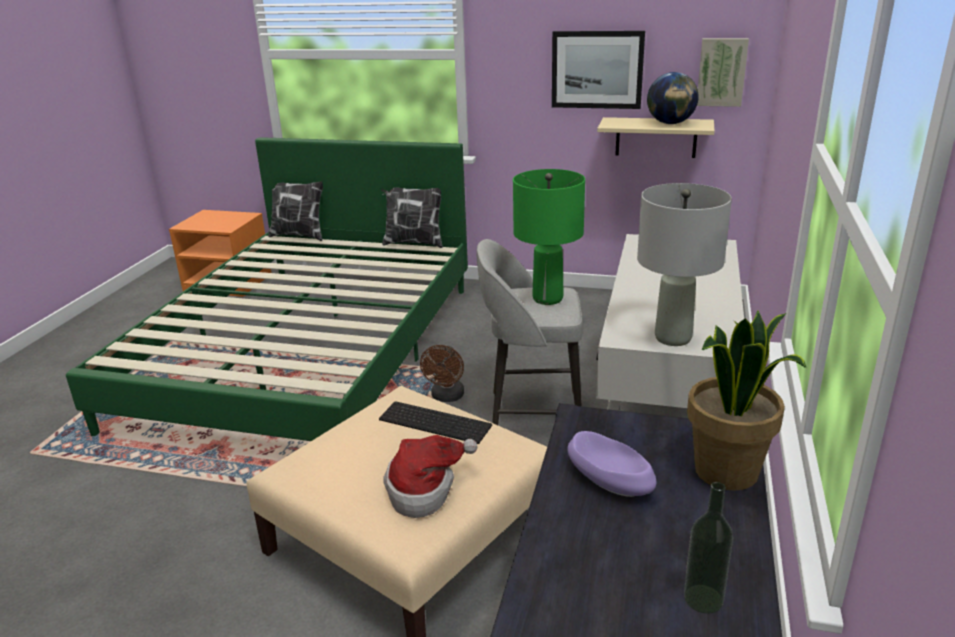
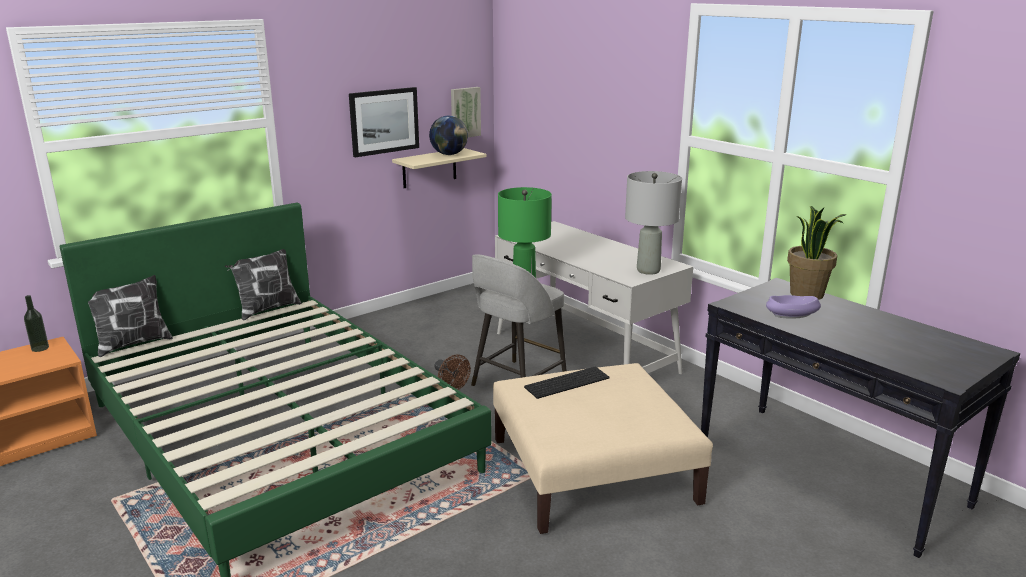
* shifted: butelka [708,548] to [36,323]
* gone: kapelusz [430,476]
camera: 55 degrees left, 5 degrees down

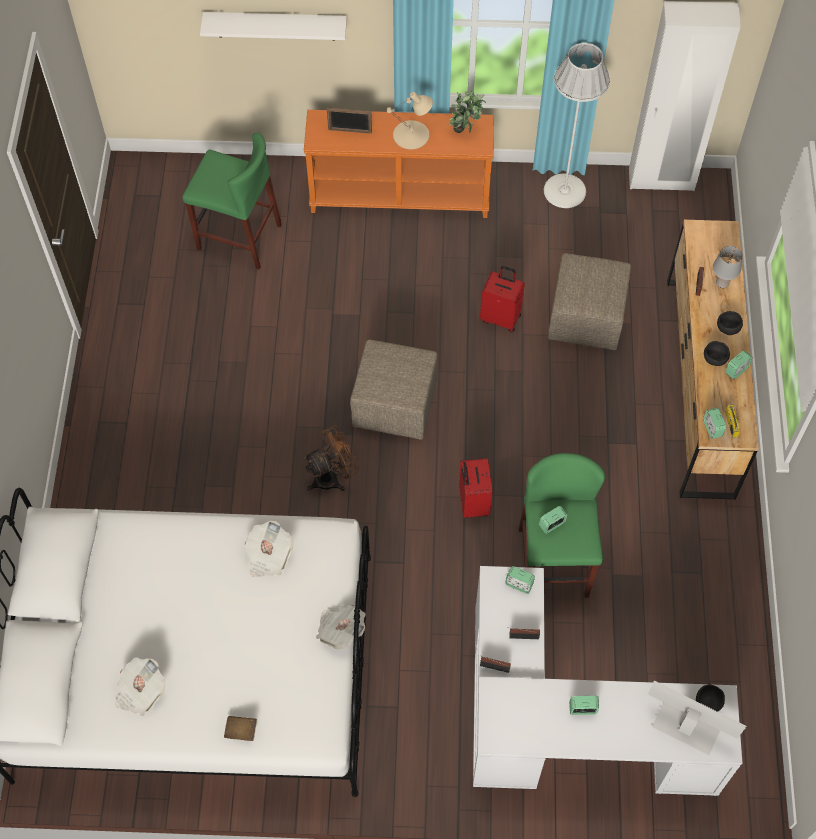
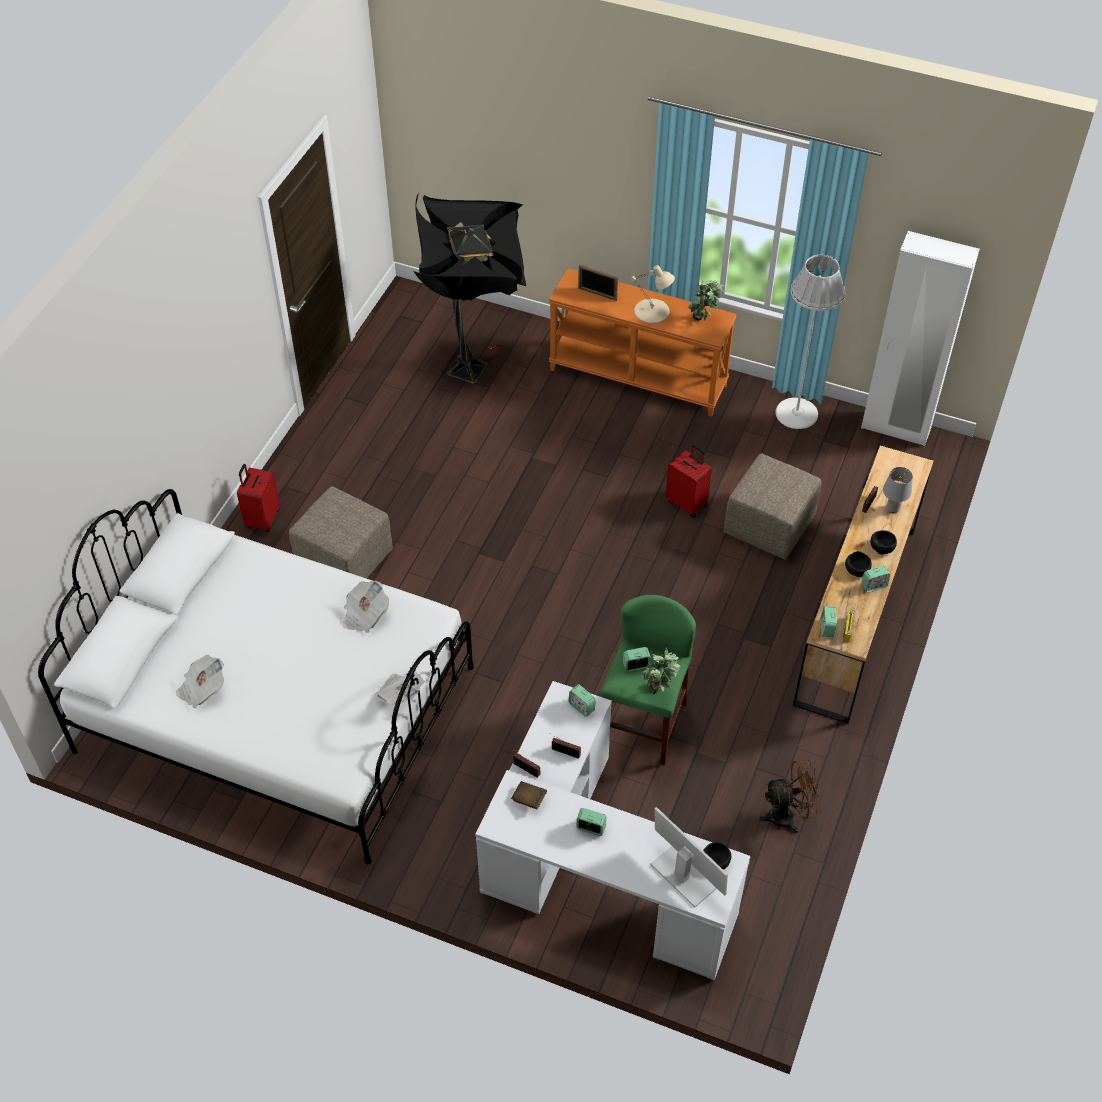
* shifted: walizka/czerwony [476,488] to [258,498]
* shifted: pufa/beżowy [394,389] to [341,532]
* swapped: stołek/zielony [232,201] to lampa stojąca/czarny [469,287]
* shifted: książka/brązowy [240,728] to [529,795]
* new: roślina doniczkowa [661,671]
* shifted: wentylator/brązowy [331,458] to [790,796]
* gone: półka/biały [273,26]
camera: 20 degrees right, 10 degrees down

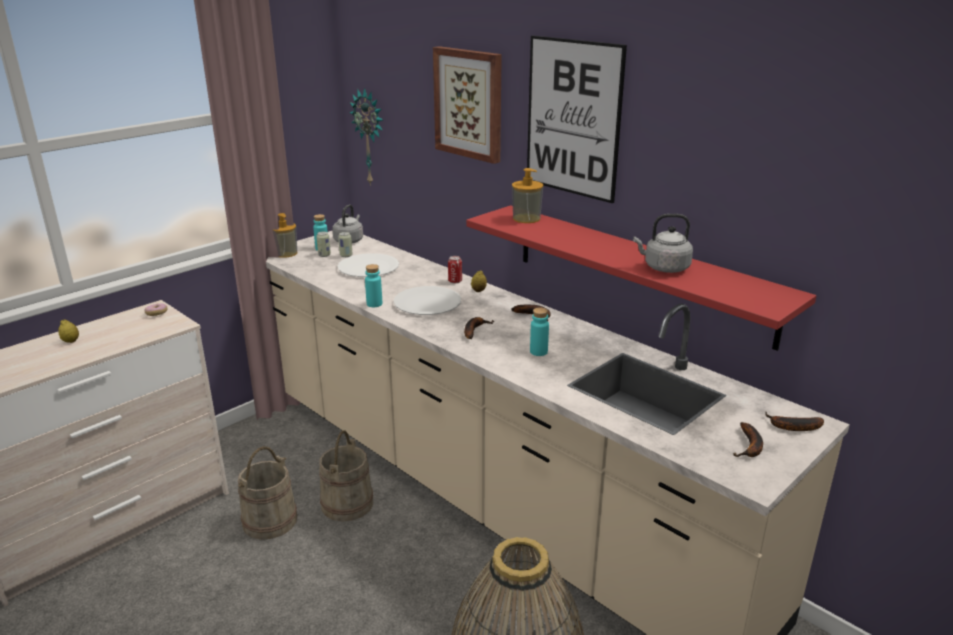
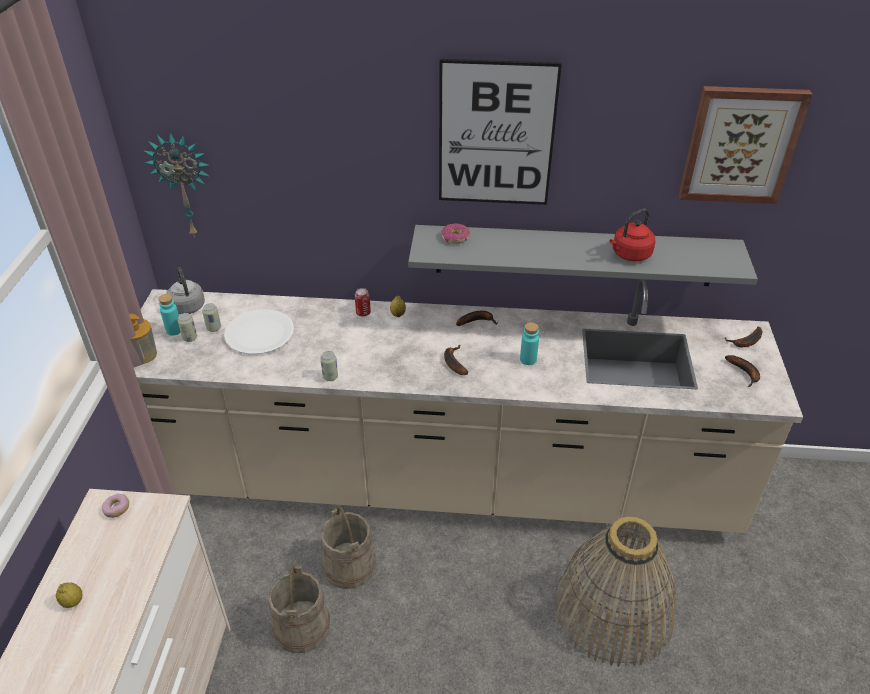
* swapped: butelka/turkusowy [373,285] to puszka [329,366]
* repainted: półka/czerwony [641,278] to półka/szary [583,255]
* swapped: dozownik mydła [527,195] to donut [455,233]
* repainted: czajnik/szary [663,243] to czajnik/czerwony [632,235]
* shifted: obraz [467,105] to [746,145]
* gone: talerz/biały [427,300]
camera: 40 degrees left, 15 degrees up

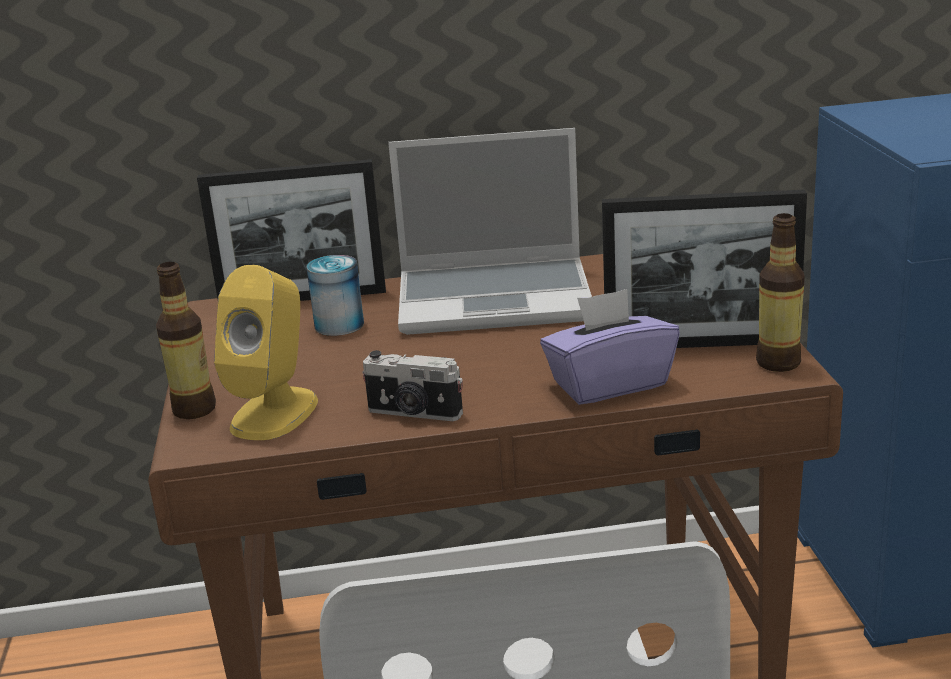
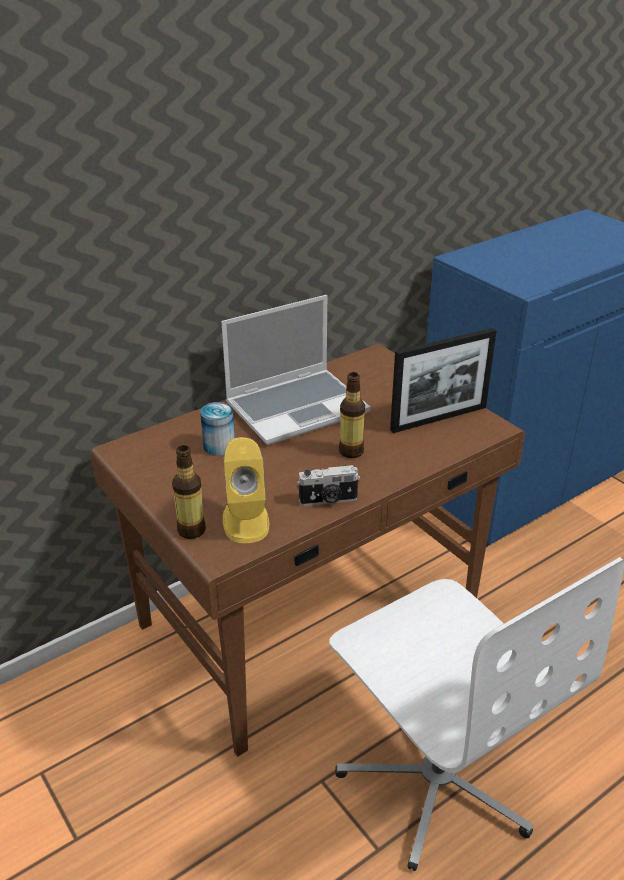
* shifted: butelka [780,292] to [352,415]
* gone: ramka na zdjęcie [291,230]
* gone: pudełko chusteczek/fioletowy [610,347]
camera: 30 degrees left, 10 degrees up

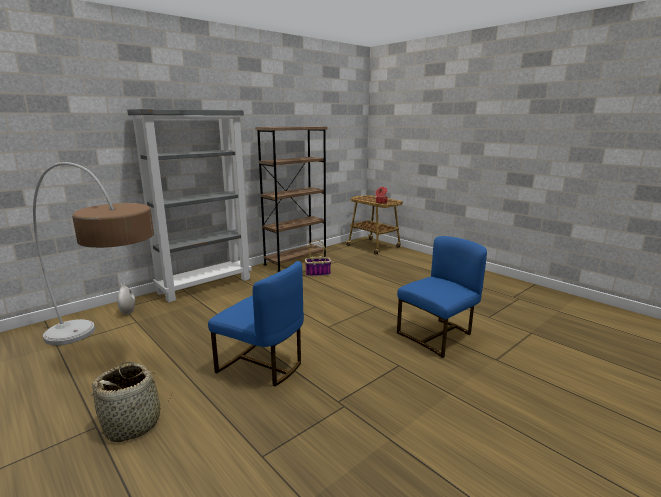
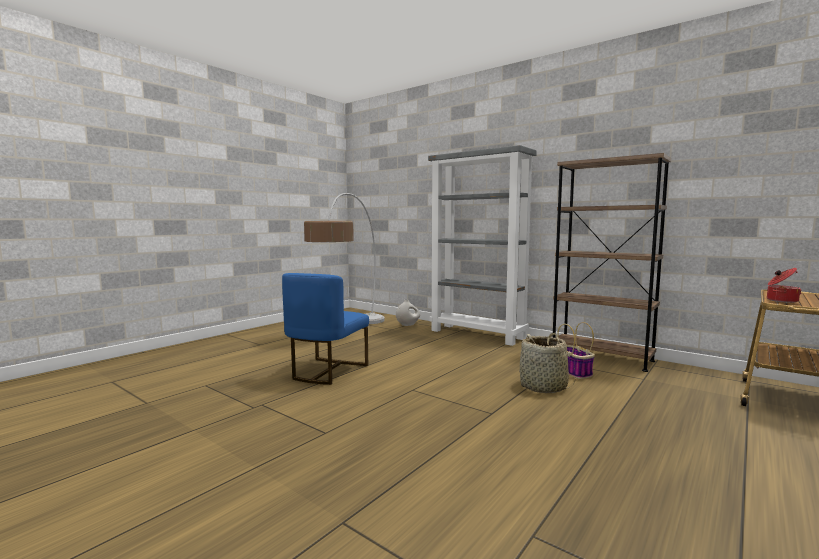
* shifted: koszyk [130,401] to [547,363]
* gone: krzesło/niebieski [442,297]
camera: 80 degrees right, 10 degrees down

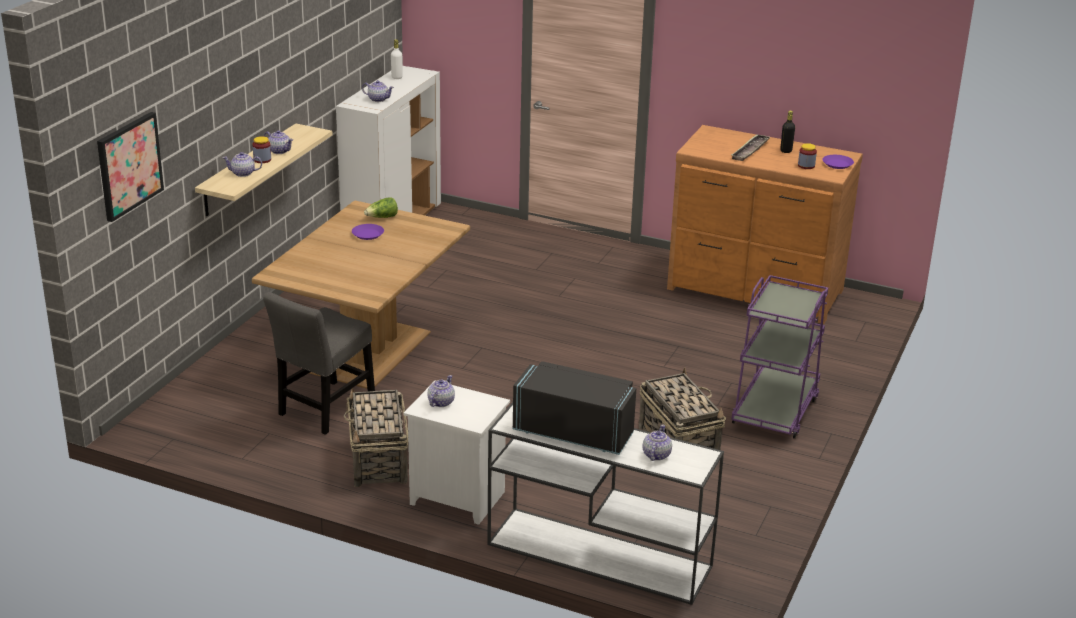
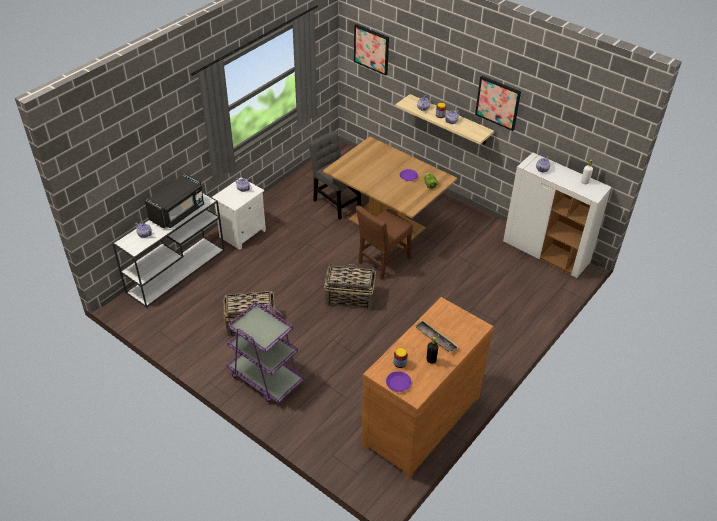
* shifted: koszyk [376,437] to [350,286]
* new: krzesło/brązowy [384,243]
* new: obraz [498,103]
camera: 105 degrees right, 15 degrees up

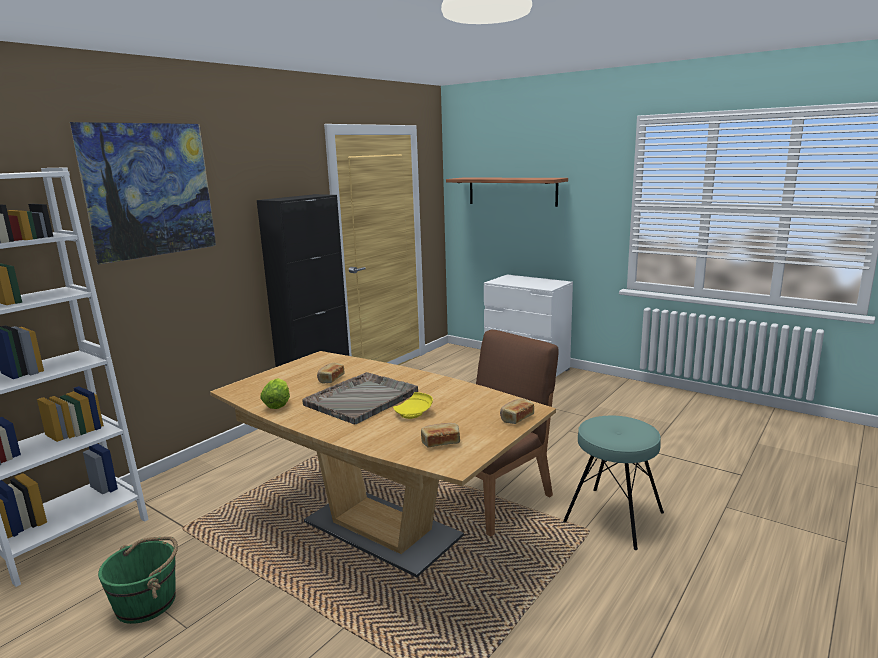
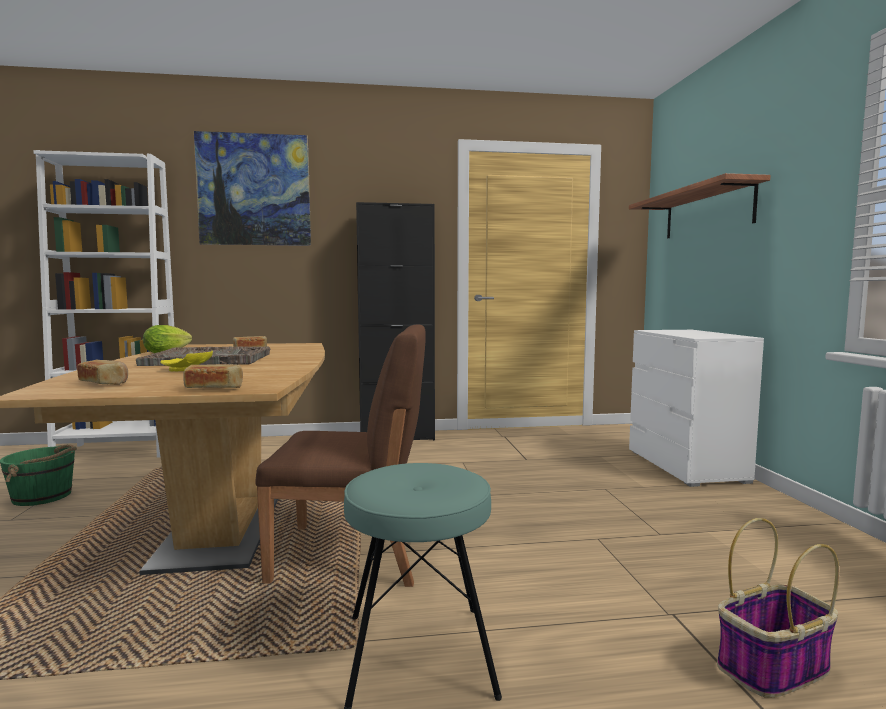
* new: koszyk [778,608]
camera: 45 degrees right, 10 degrees down

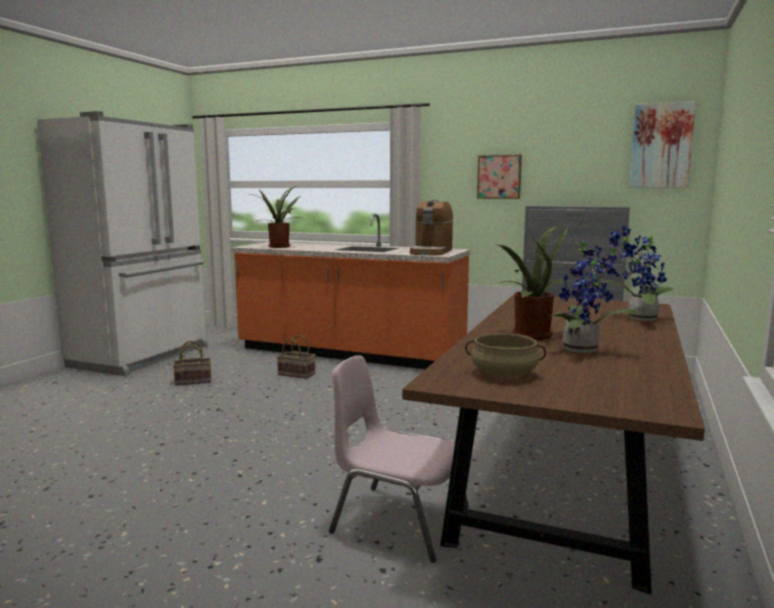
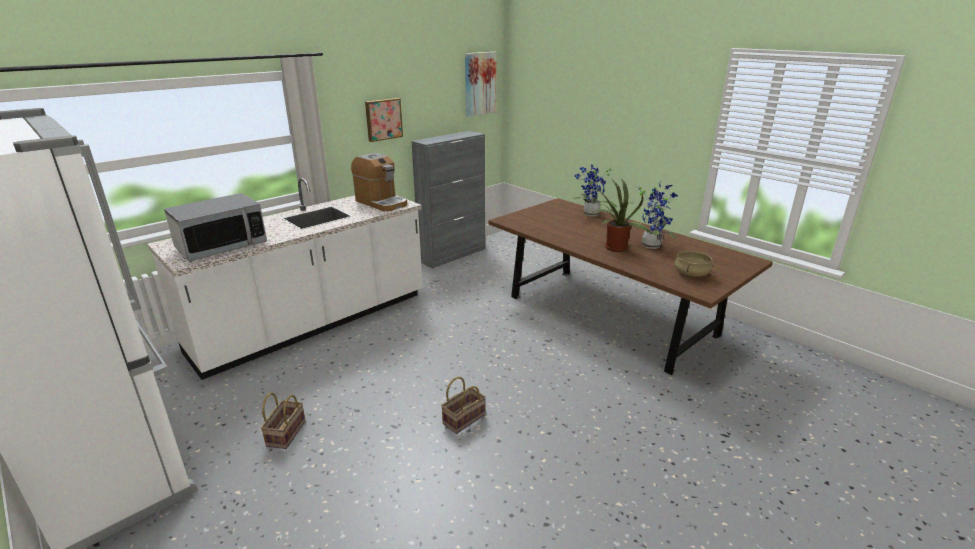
* repainted: zabudowa kuchenna/pomarańczowy [350,291] to zabudowa kuchenna/biały [285,279]
* swapped: roślina doniczkowa [277,217] to mikrofalówka [215,227]
* shifted: koszyk [296,357] to [463,405]
* gone: krzesło/różowy [399,459]
camera: 65 degrees left, 15 degrees up

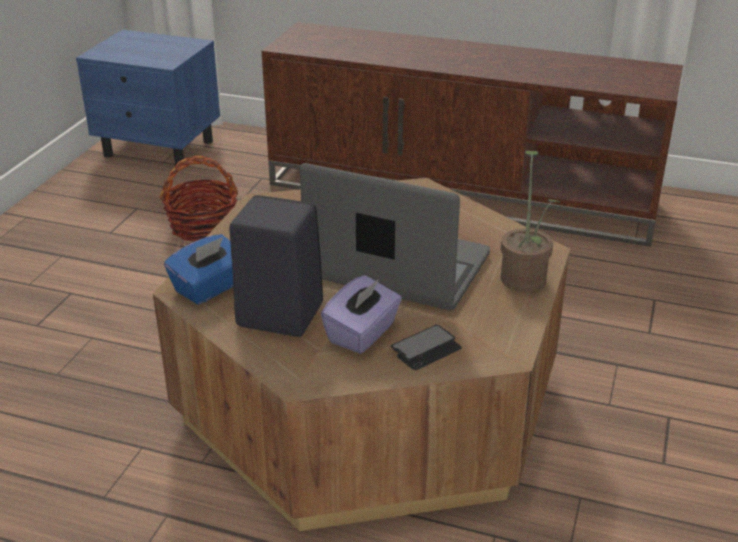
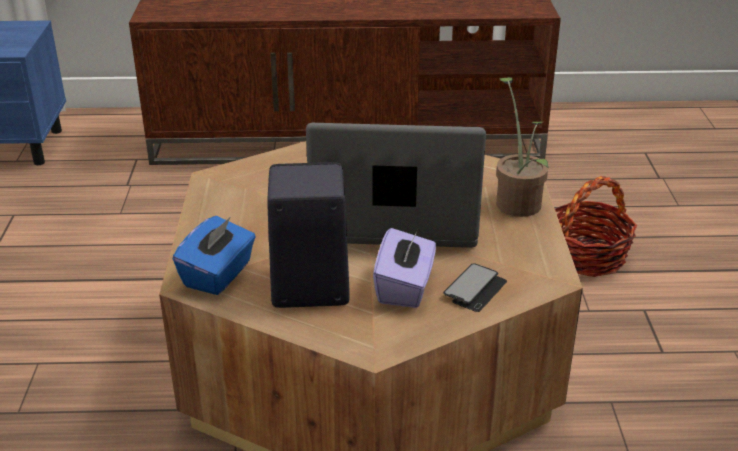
* shifted: koszyk [198,199] to [596,226]
camera: 20 degrees left, 0 degrees up

